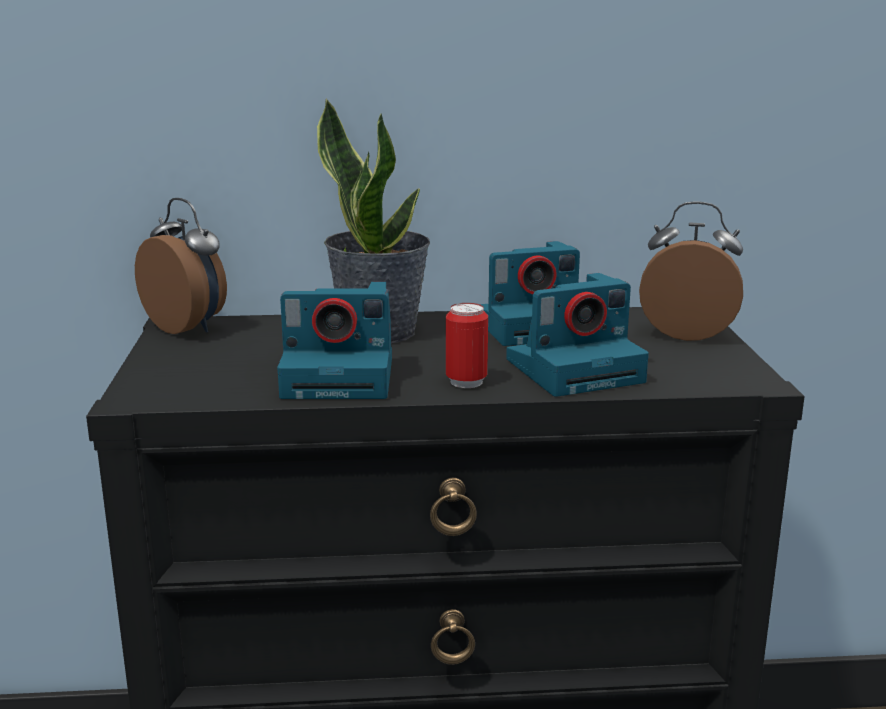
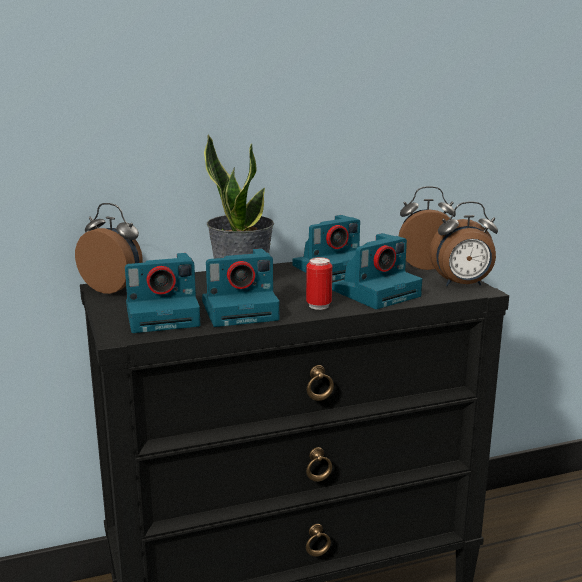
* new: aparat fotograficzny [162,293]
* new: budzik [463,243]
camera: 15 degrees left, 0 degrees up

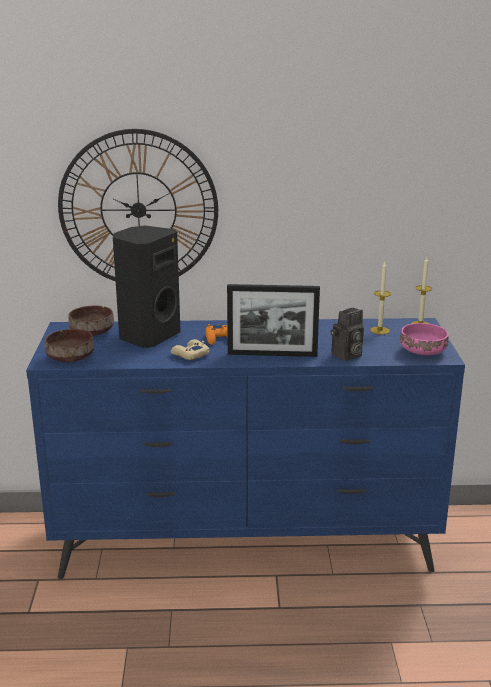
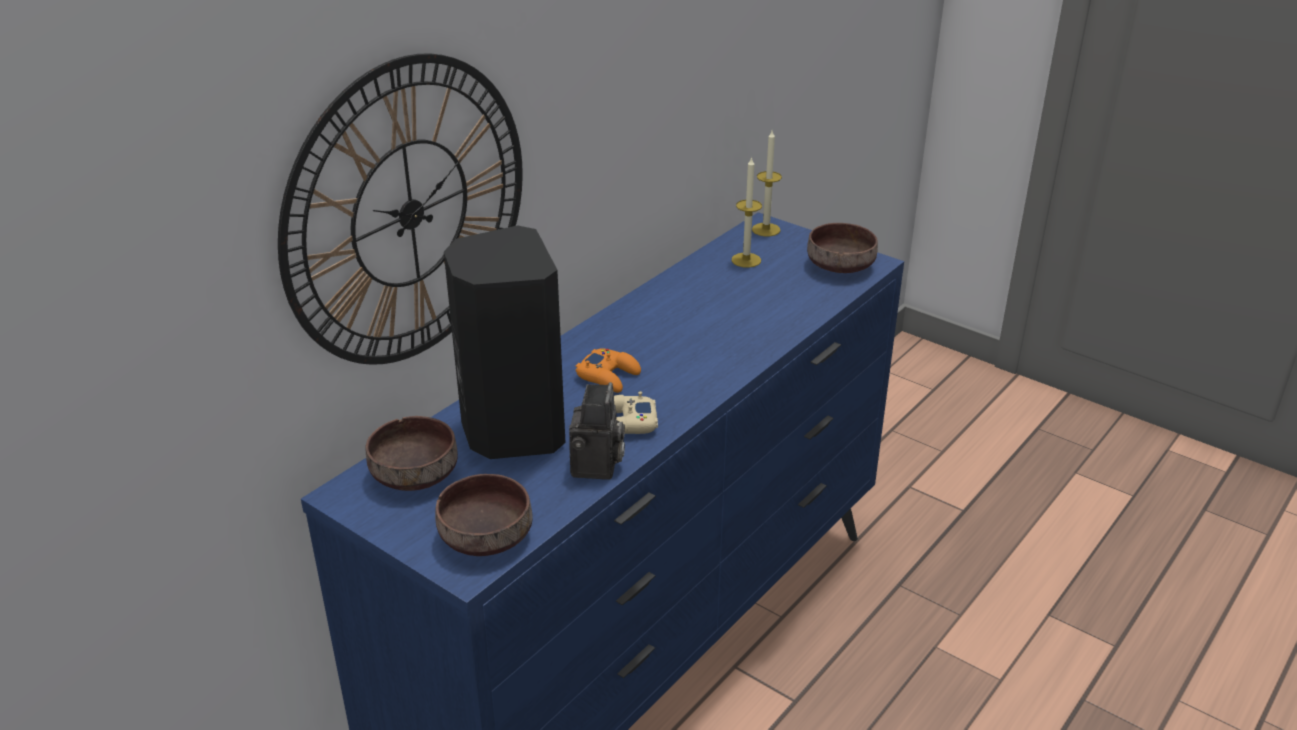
* shifted: aparat fotograficzny [347,334] to [597,431]
* repainted: miska/różowy [424,339] to miska/brązowy [842,248]
* gone: ramka na zdjęcie [273,320]
camera: 50 degrees left, 10 degrees up

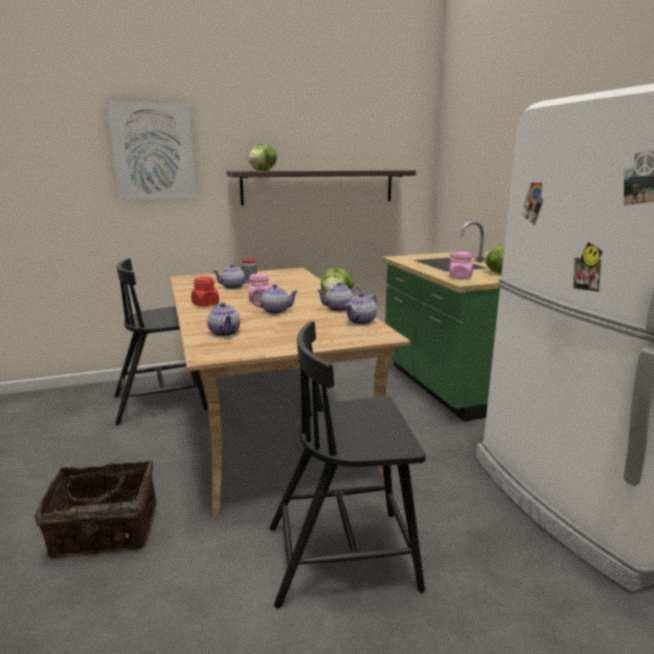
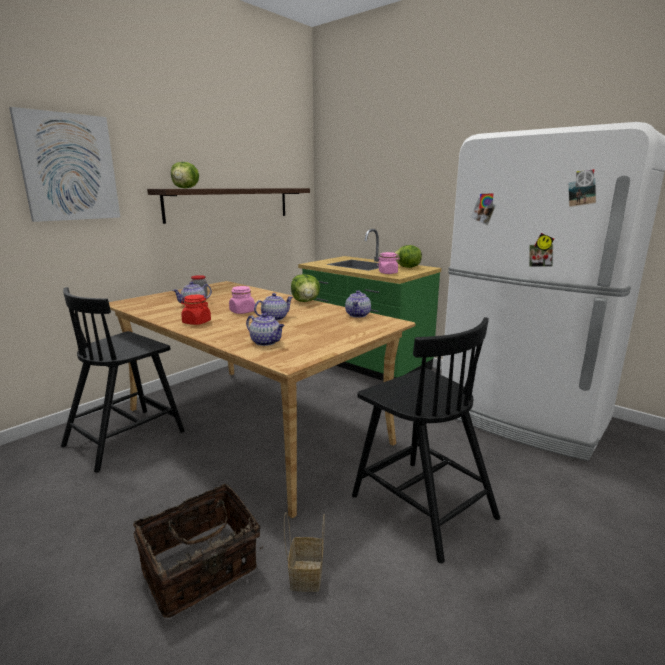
* new: koszyk [304,552]
* rotated: krzesło/czarny [347,465] = [426,440] 90 degrees counterclockwise
* gone: imbryk [339,297]
camera: 30 degrees left, 0 degrees up

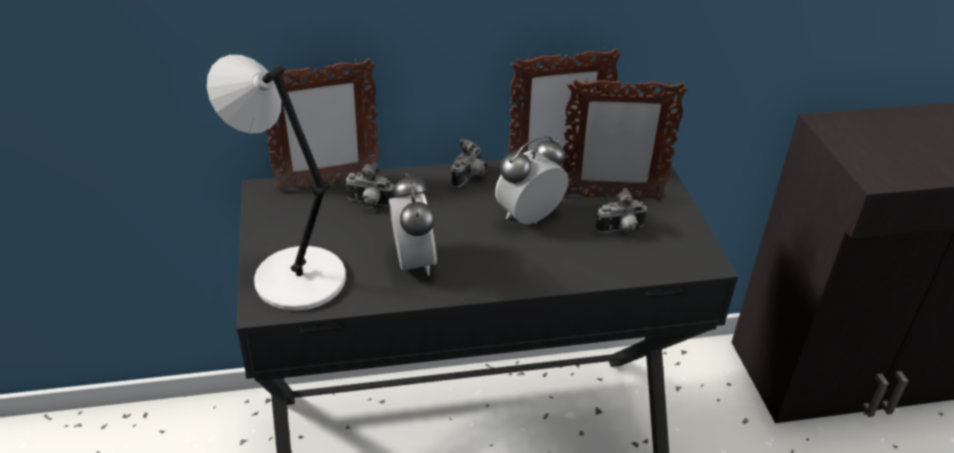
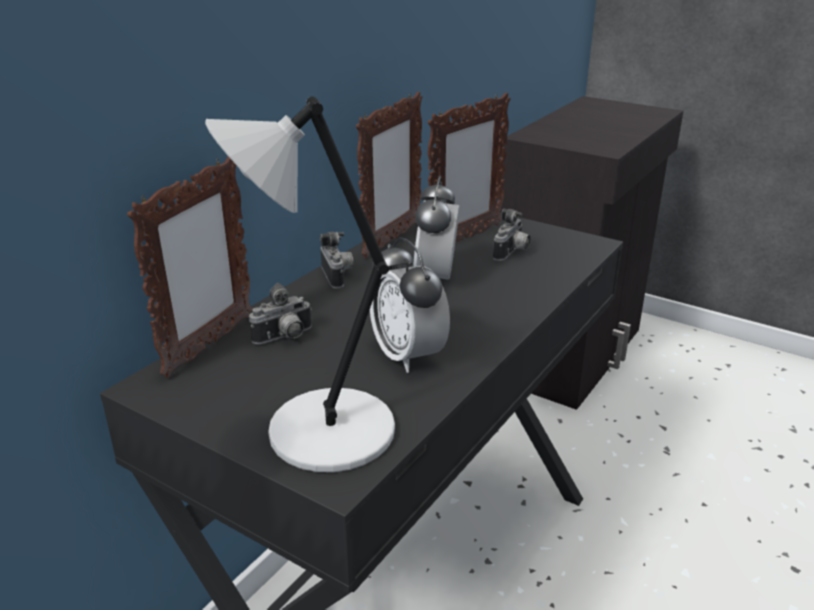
* rotated: budzik [413,224] = [410,305] 150 degrees counterclockwise
camera: 45 degrees left, 10 degrees down

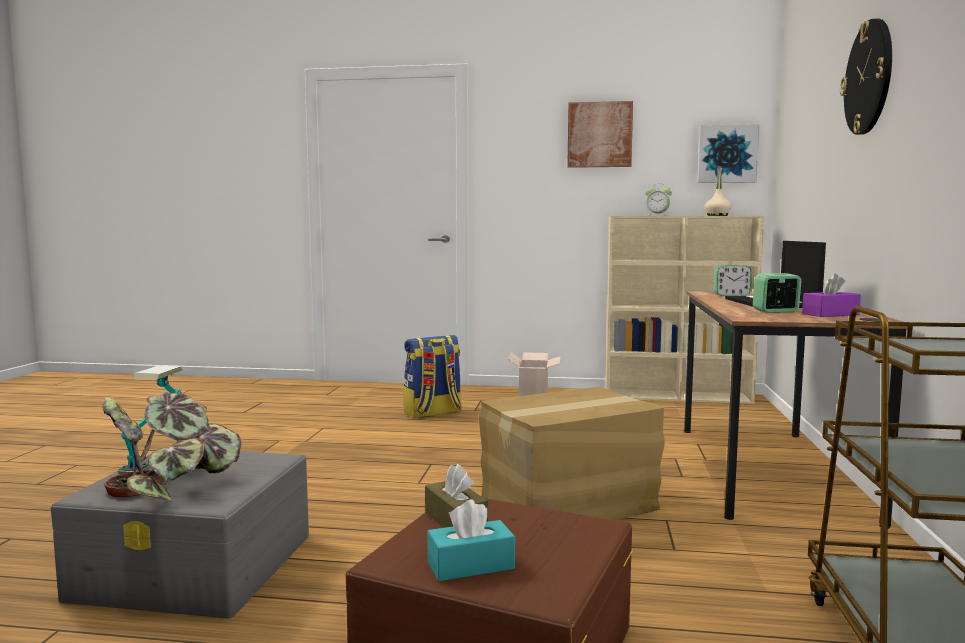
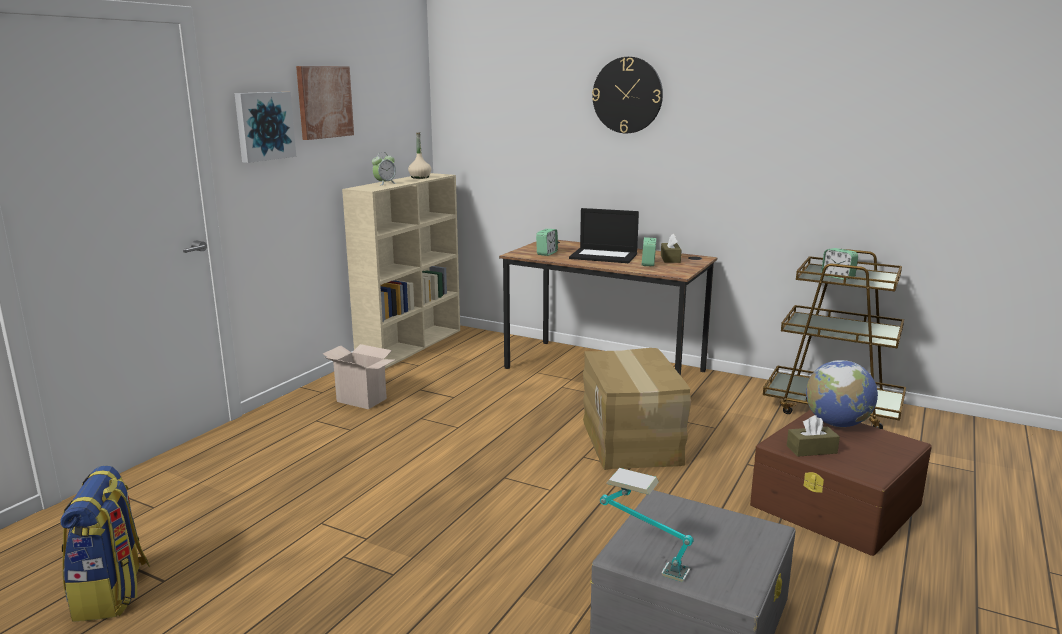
* shifted: plecak [432,376] to [105,544]
* shifted: obraz [728,153] to [265,127]
* repainted: pudełko chusteczek/fioletowy [831,295] to pudełko chusteczek/brązowy [671,248]
* new: globus [842,393]
* new: budzik [839,264]
* gone: roślina doniczkowa [172,447]
* gone: pudełko chusteczek/turkusowy [471,540]
camera: 70 degrees left, 10 degrees up

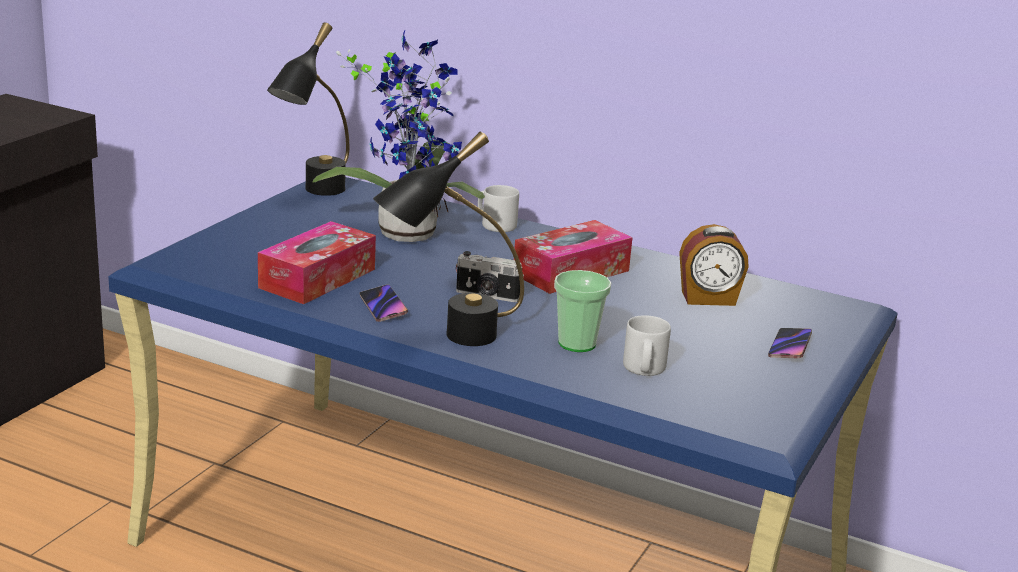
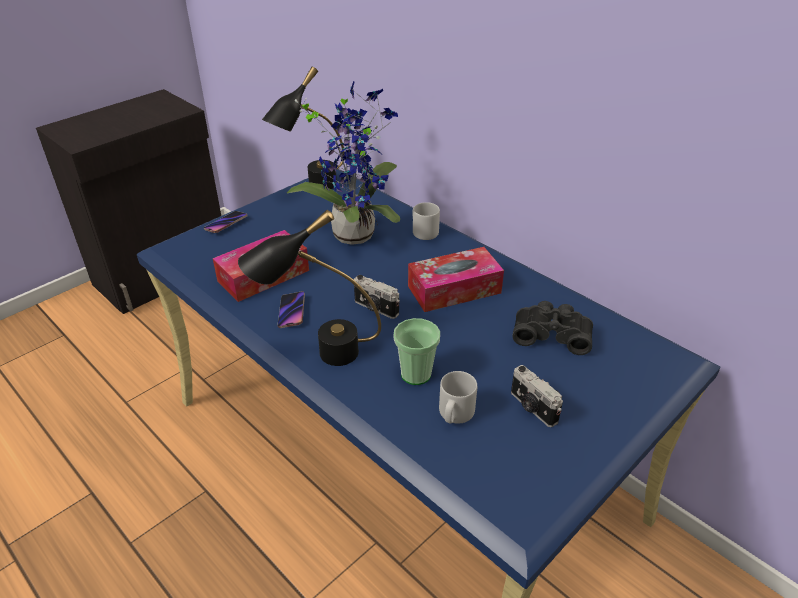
* shifted: telefon [790,343] to [225,222]
* new: aparat fotograficzny [537,396]
* swapped: budzik [714,265] to lornetka/czarny [552,328]
camera: 20 degrees right, 15 degrees up

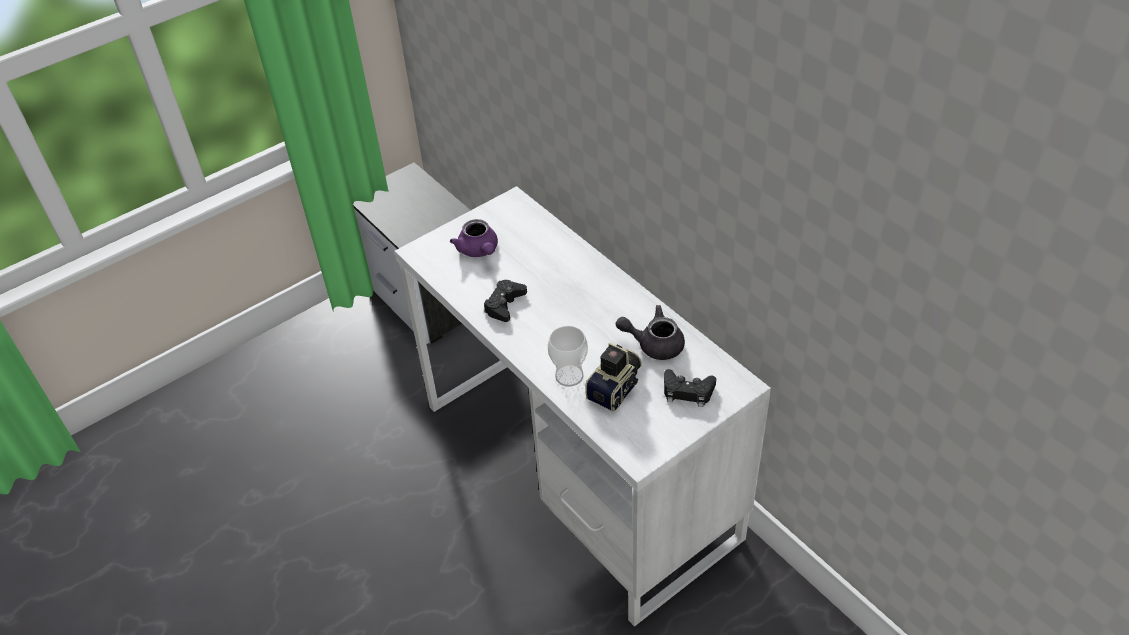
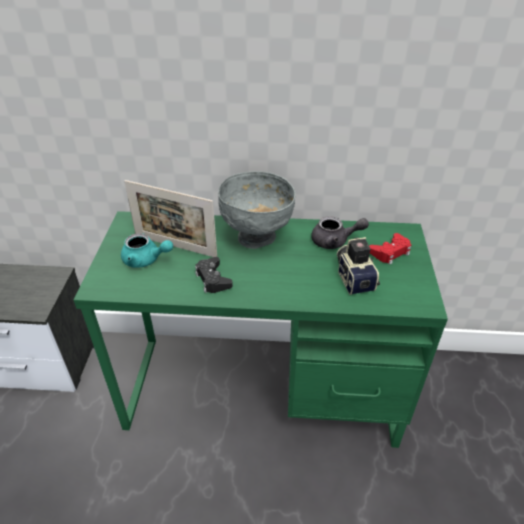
* repainted: biurko/biały [582,406] to biurko/zielony [261,329]
* repainted: imbryk/fioletowy [474,238] to imbryk/turkusowy [147,250]
* new: ramka na zdjęcie [170,218]
* new: miska/szary [257,210]
* rotated: imbryk/szary [650,332] = [340,232] 135 degrees counterclockwise
* repainted: pad do gier/czarny [690,388] to pad do gier/czerwony [390,249]
* gone: filiżanka [568,356]
camera: 50 degrees left, 5 degrees down

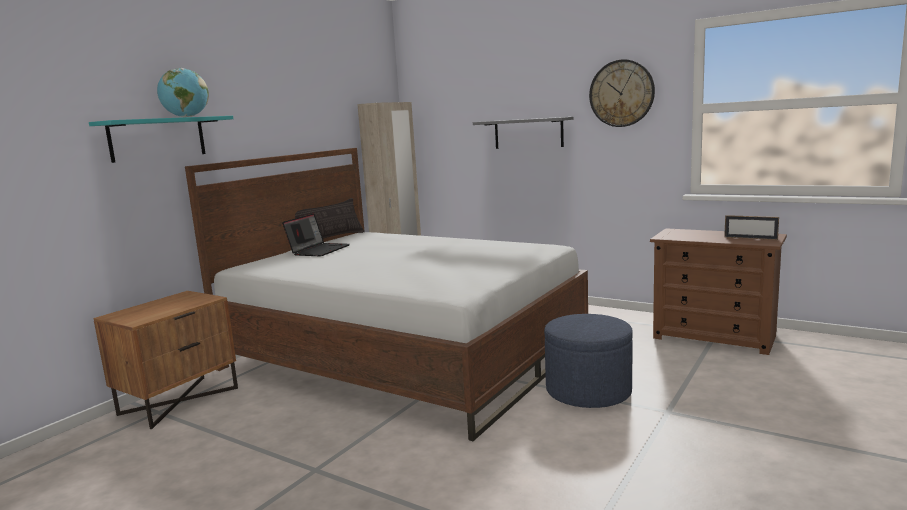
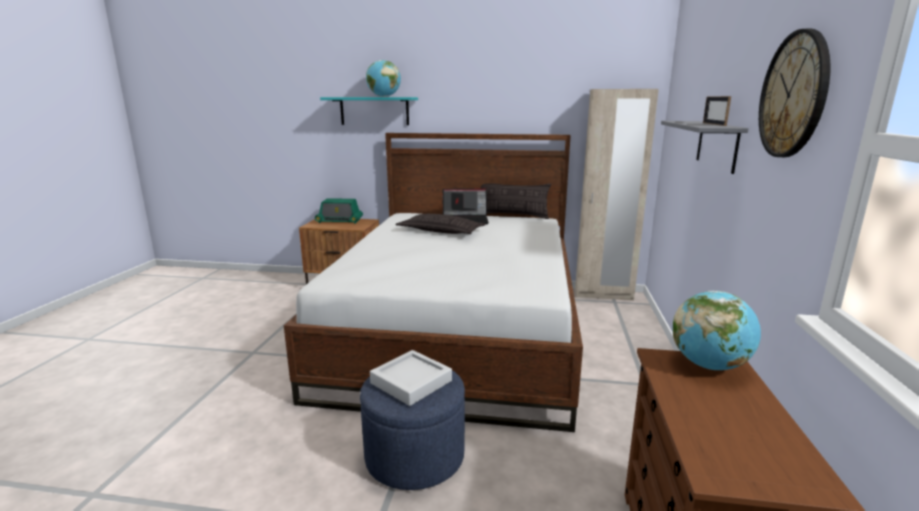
* new: radio [339,211]
* new: taca/szary [411,378]
* new: poduszka [440,224]
* new: globus [717,330]
* shifted: ramka na zdjęcie [751,227] to [717,111]
camera: 65 degrees right, 5 degrees up

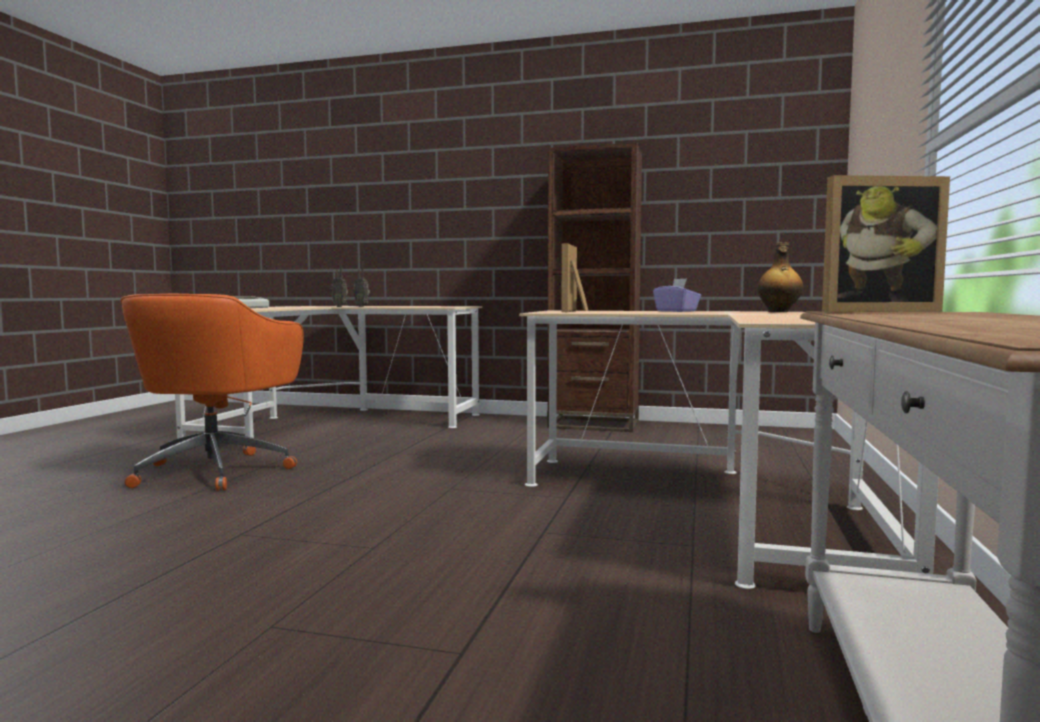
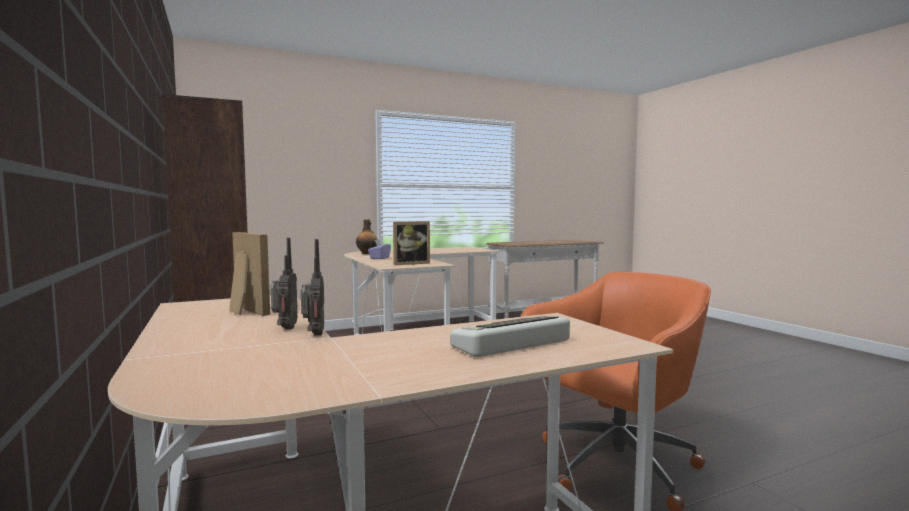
* shifted: ramka na zdjęcie [886,243] to [249,274]
camera: 130 degrees left, 0 degrees up

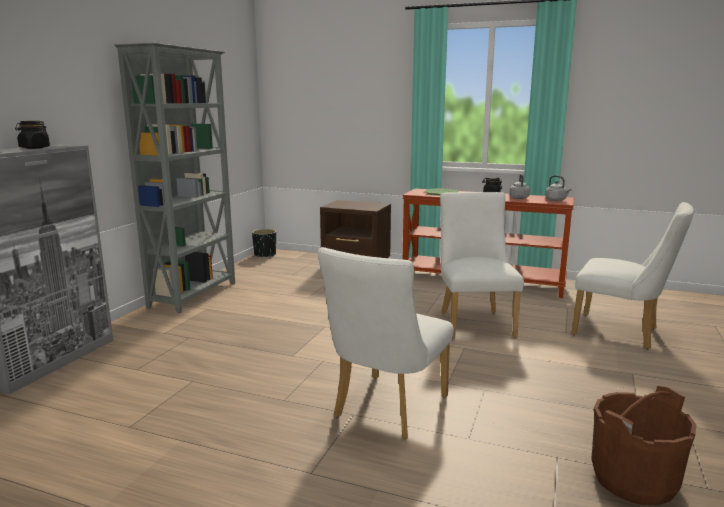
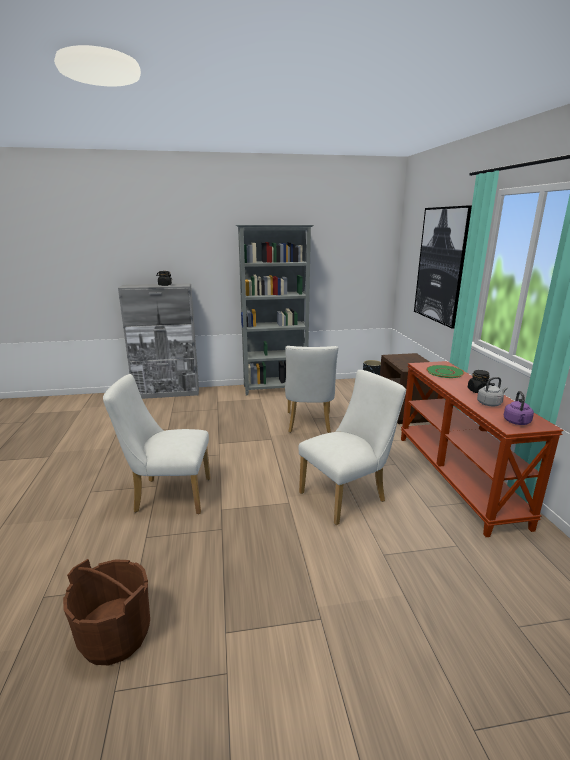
* shifted: krzesło/biały [632,275] to [311,389]
* new: obraz [443,267]
* repainted: czajnik/szary [558,188] to czajnik/fioletowy [519,408]
camera: 60 degrees right, 5 degrees up

